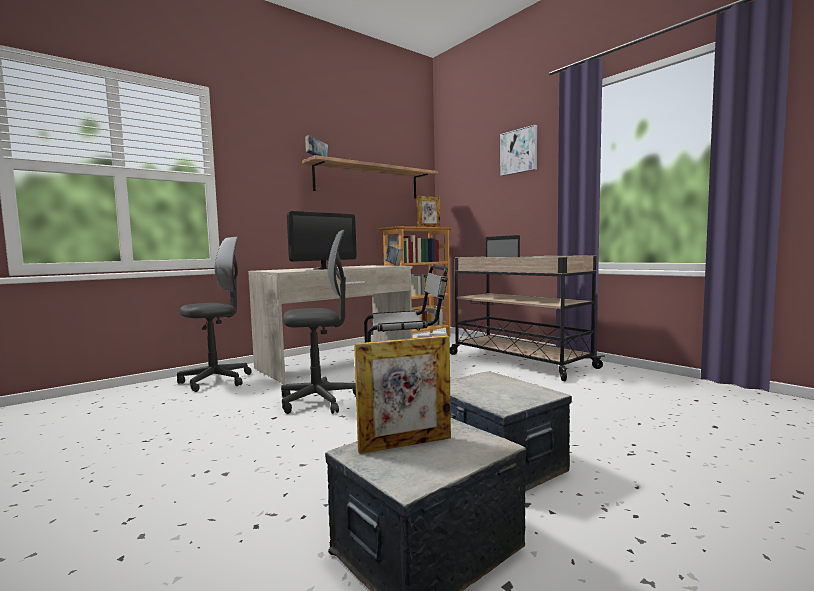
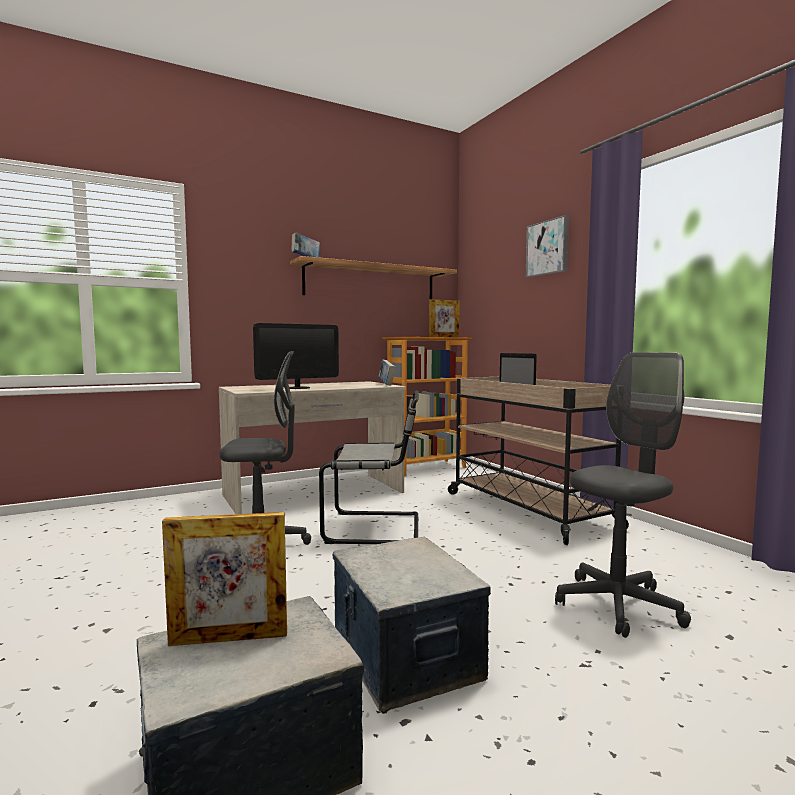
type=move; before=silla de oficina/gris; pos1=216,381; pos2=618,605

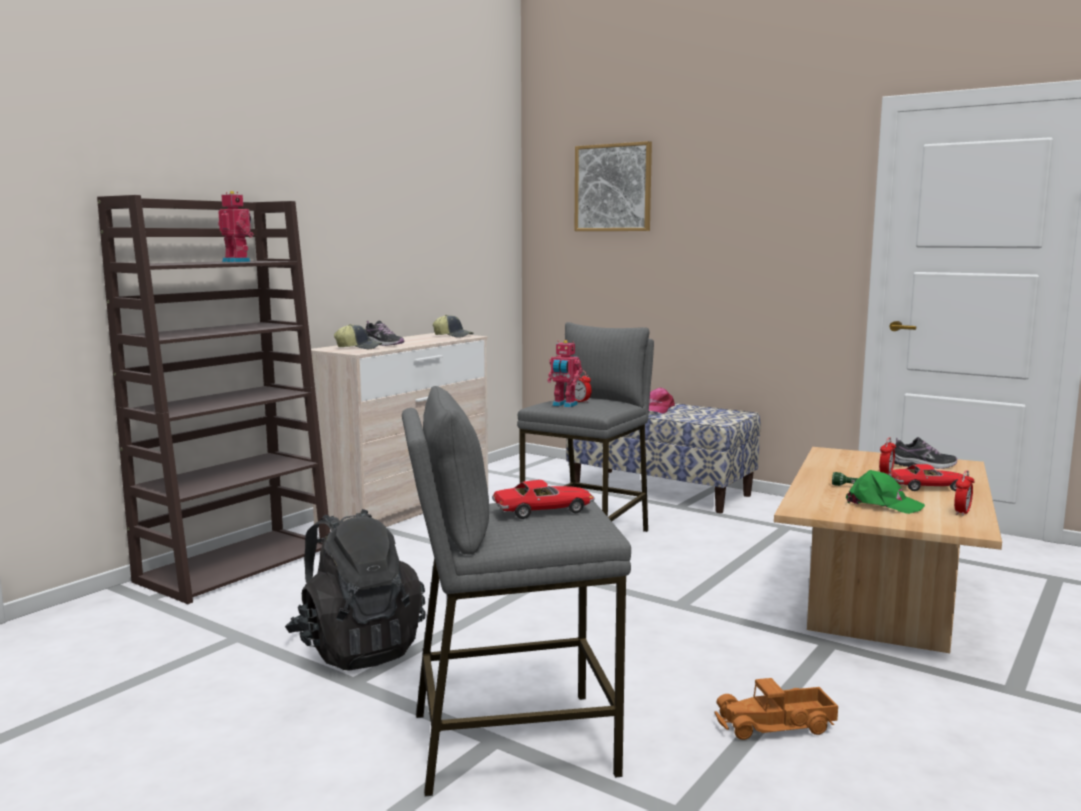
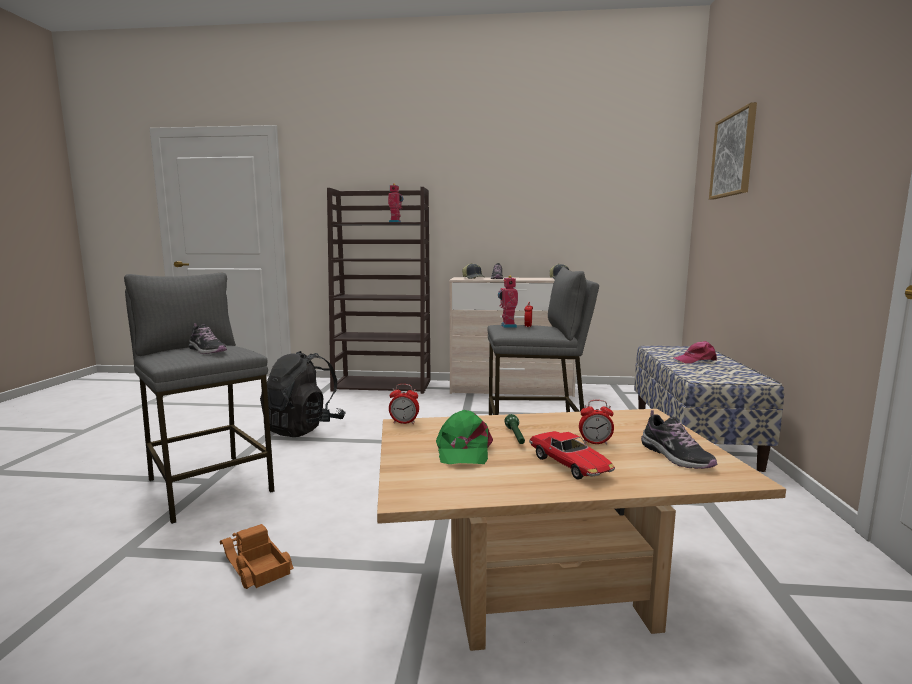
type=move; before=despertador; pos1=962,512; pos2=404,422
type=replace; before=coche de juguete; after=zapato; pos1=544,511; pos2=207,351

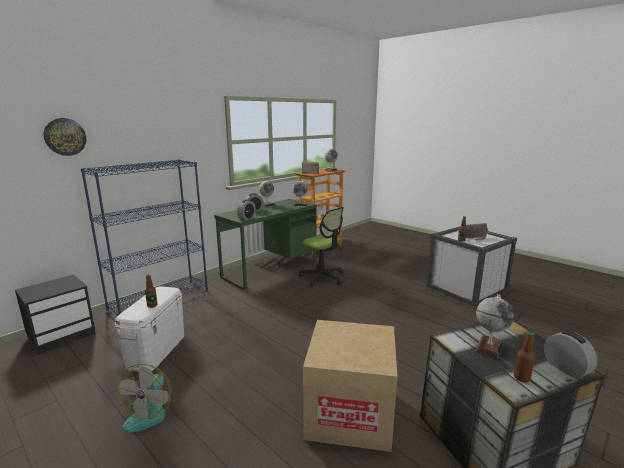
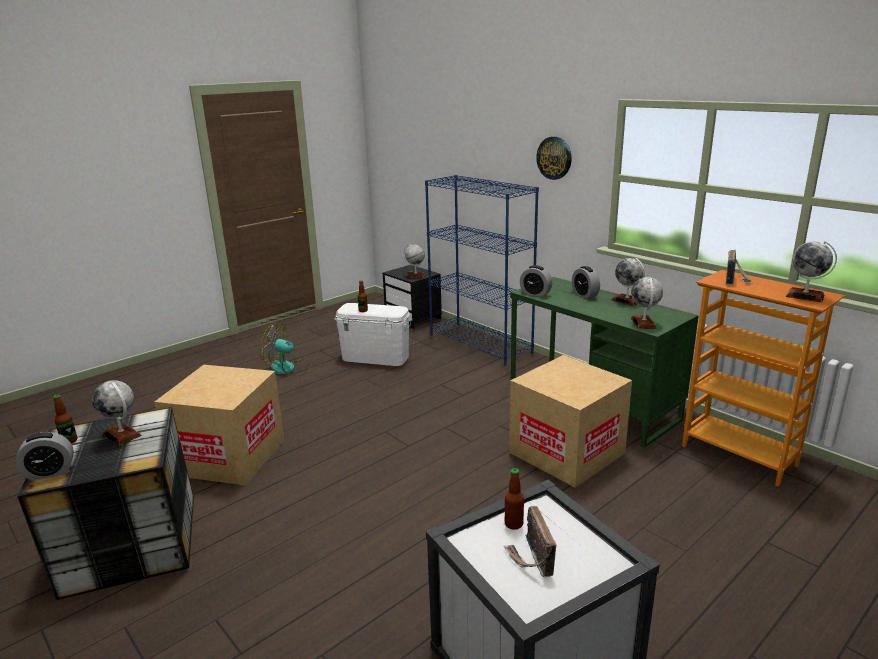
type=move; before=reloj de pared; pos1=65,137; pos2=554,158
type=replace; before=silla de oficina; after=caja de cartón; pos1=322,277; pos2=566,452
type=insert; after=globo terráqueo; pos2=415,275

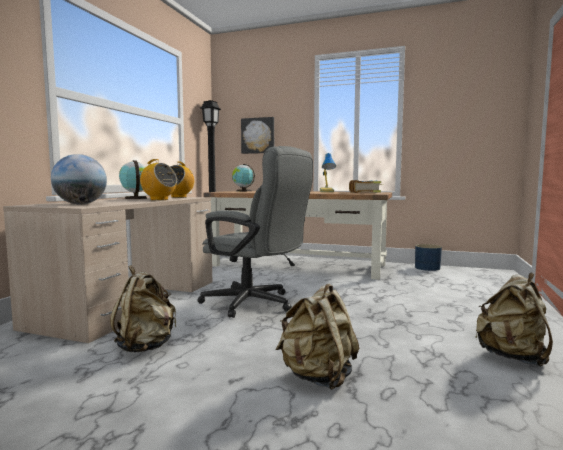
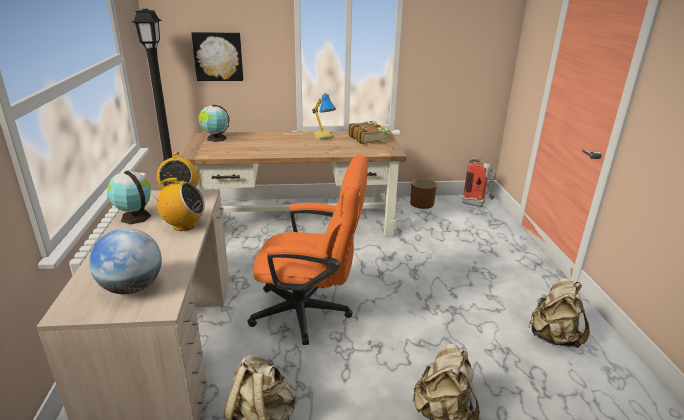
type=recolor; before=silla de oficina/gris; after=silla de oficina/naranja; pos1=255,304; pos2=310,312
type=recolor; before=maceta/azul; after=maceta/marrón; pos1=427,268; pos2=422,203
type=insert; after=extintor; pos2=477,204

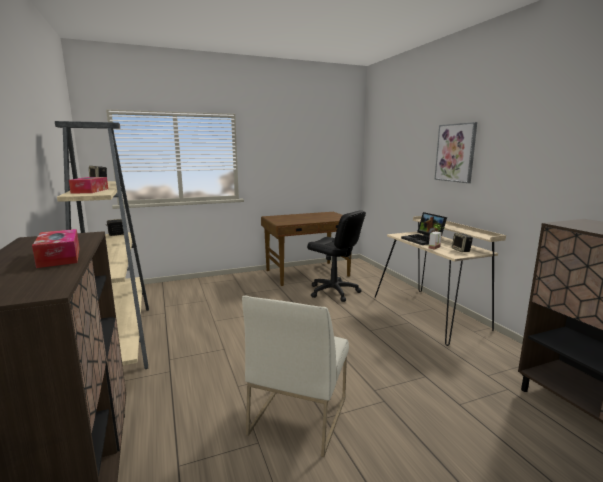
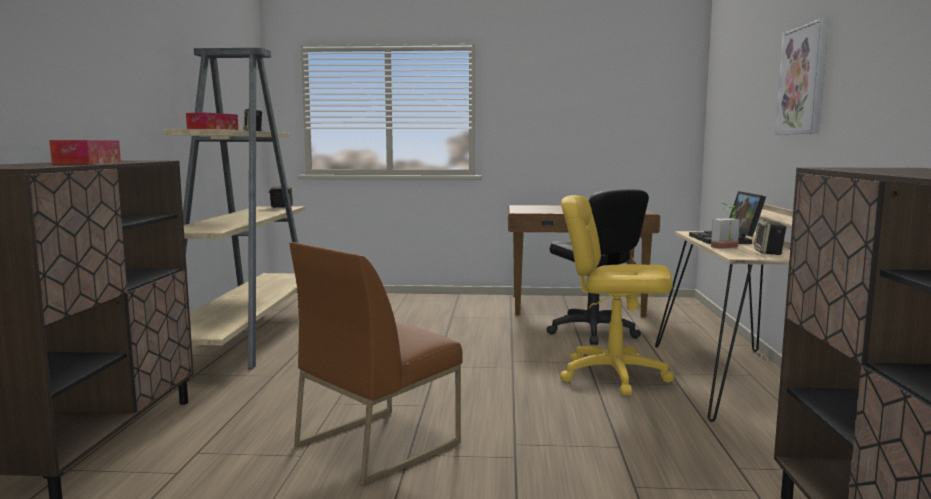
type=recolor; before=silla/blanco; after=silla/marrón; pos1=298,414; pos2=378,443
type=insert; after=silla de oficina/amarillo; pos2=613,375

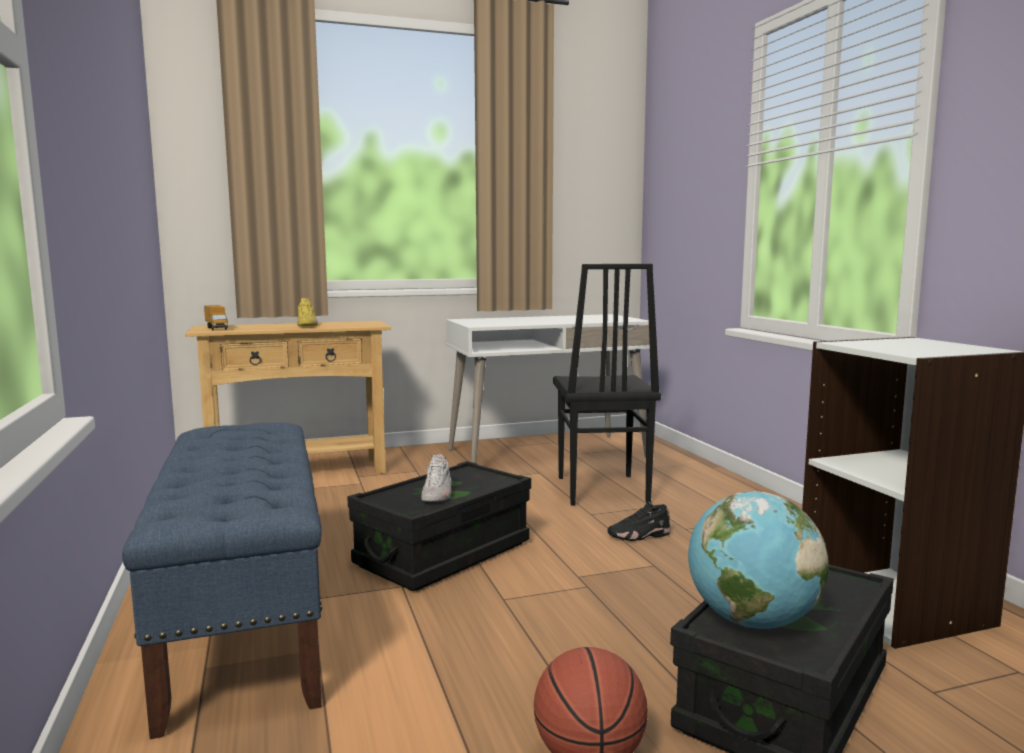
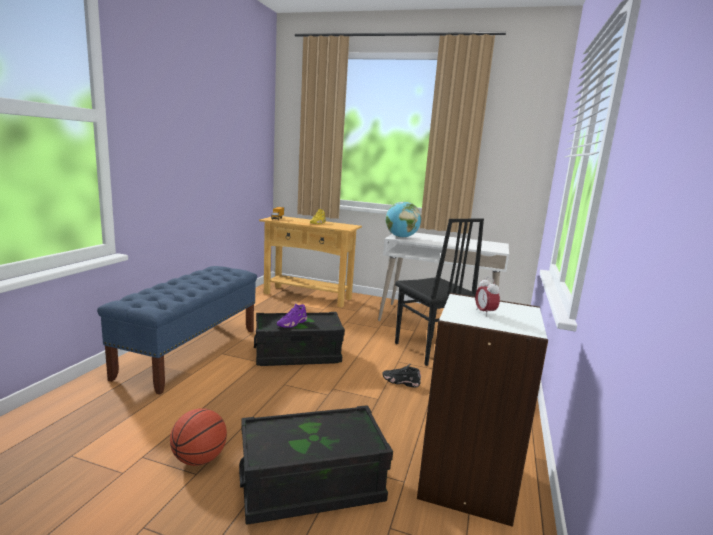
type=rotate; before=silla/negro; pos1=600,490; pos2=428,350; turn=-60
type=recolor; before=zapato/blanco; after=zapato/morado; pos1=437,494; pos2=292,323
type=move; before=globo terráqueo; pos1=751,622; pos2=401,237
type=insert; after=despertador; pos2=485,313

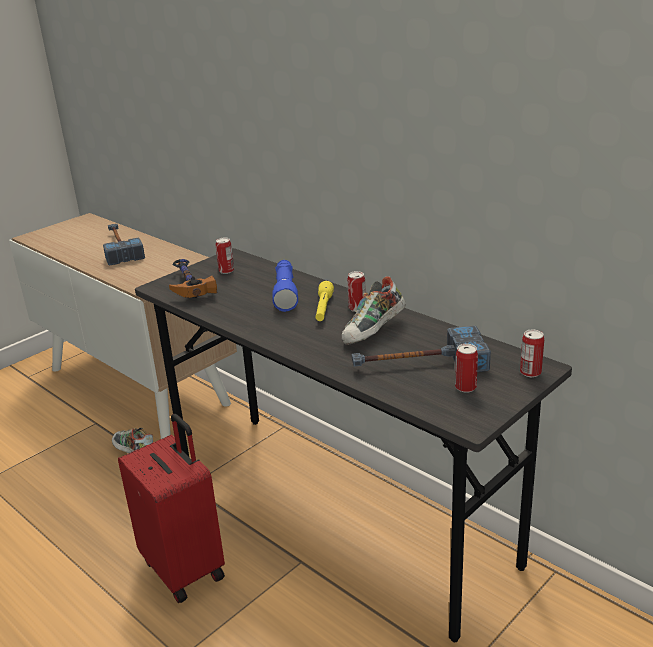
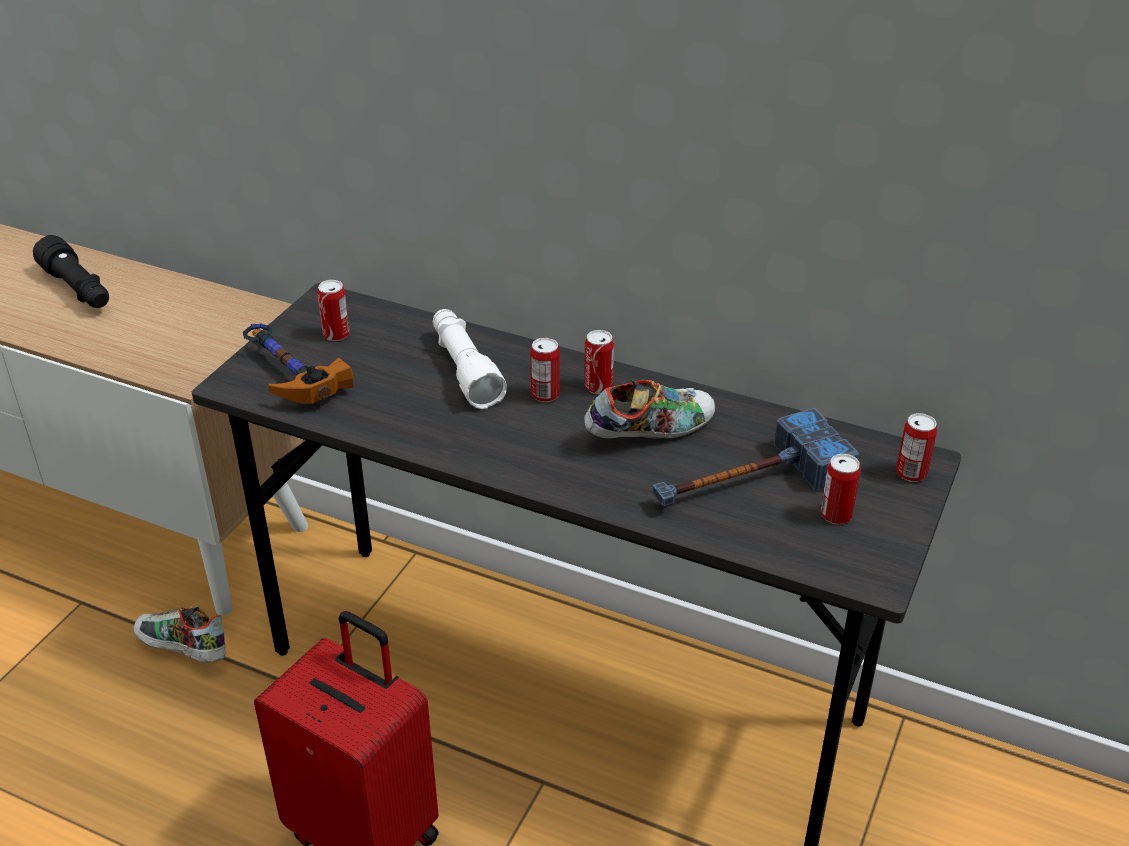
type=replace; before=martillo; after=linterna/negro; pos1=120,247; pos2=78,290
type=recolor; before=linterna/azul; after=linterna/blanco; pos1=285,292; pos2=464,369
type=rotate; before=zapato; pos1=374,333; pos2=650,432; turn=-135
type=replace; before=linterna/amarillo; after=lata; pos1=323,309; pos2=545,395

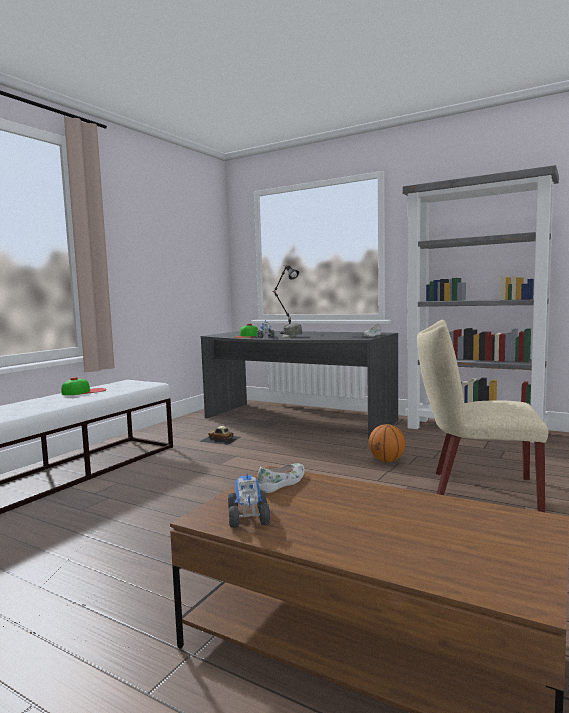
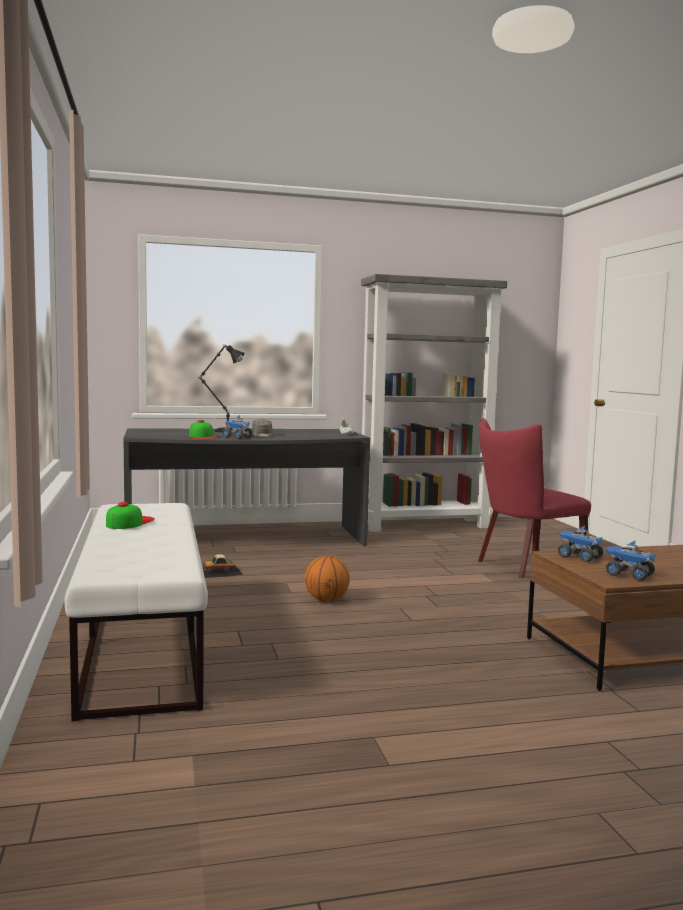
type=recolor; before=silla/beis; after=silla/rojo; pos1=476,489; pos2=524,566
type=move; before=balón de baloncesto; pos1=387,460; pos2=327,600
type=replace; before=zapato/blanco; after=camión de juguete; pos1=282,483; pos2=579,557

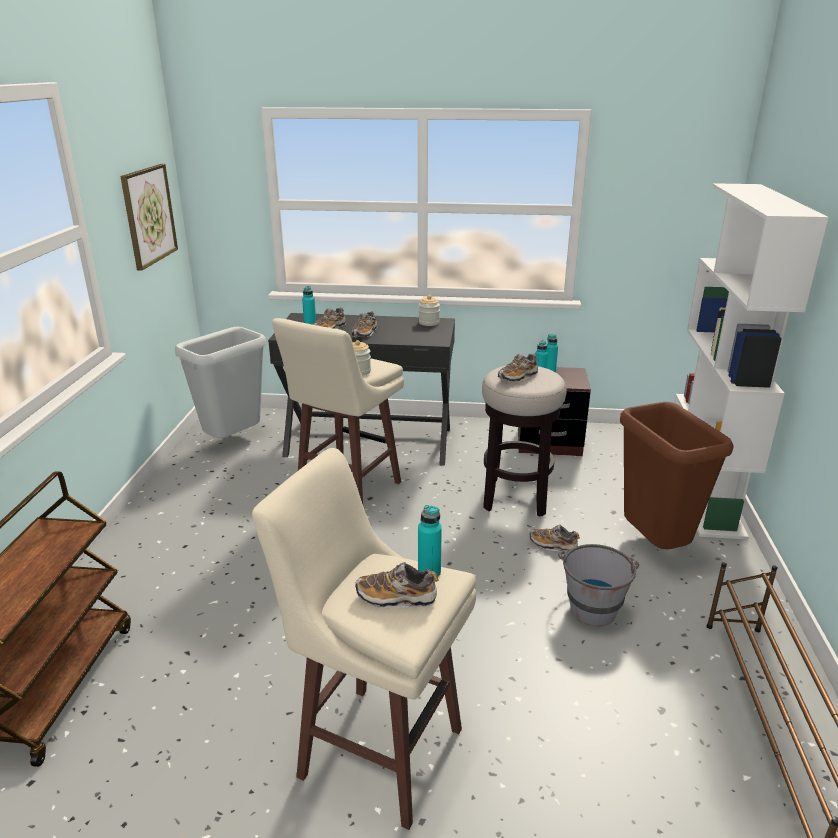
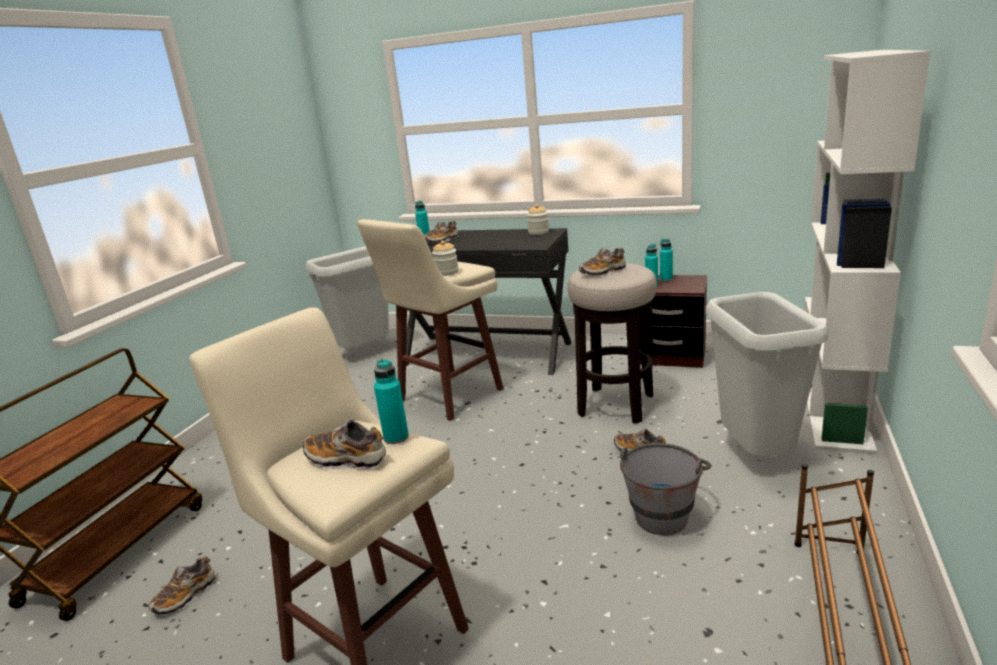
type=delete; before=cuadro; pos1=149,215
type=move; before=zapato; pos1=364,333; pos2=186,596
type=recolor; before=papelera/marrón; after=papelera/gris; pos1=655,546; pos2=757,457

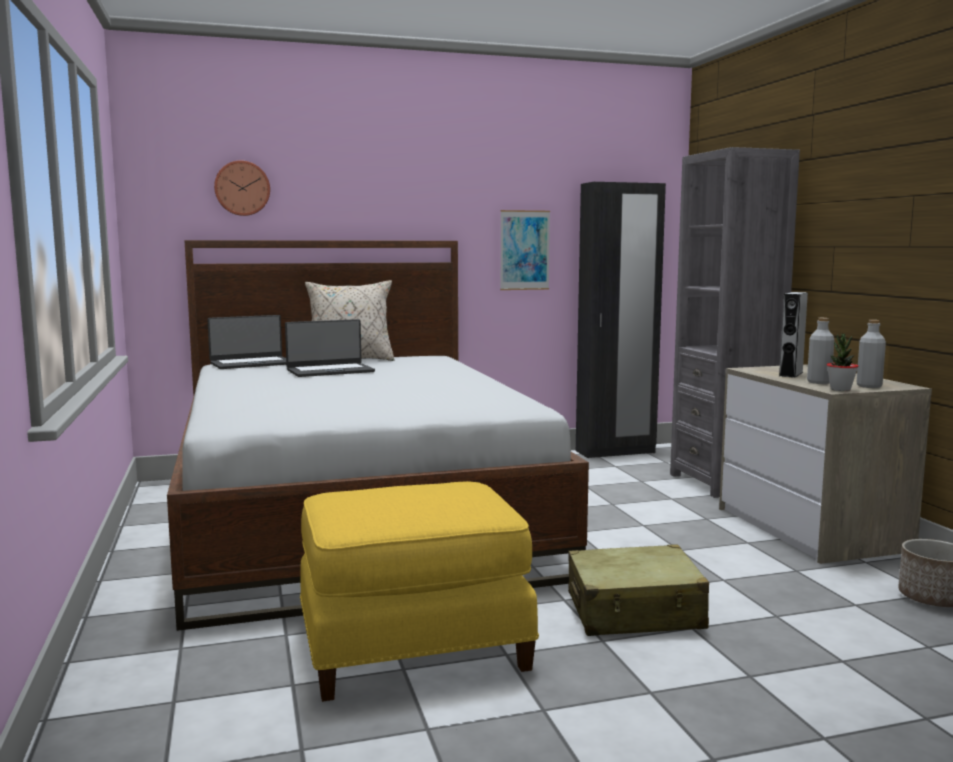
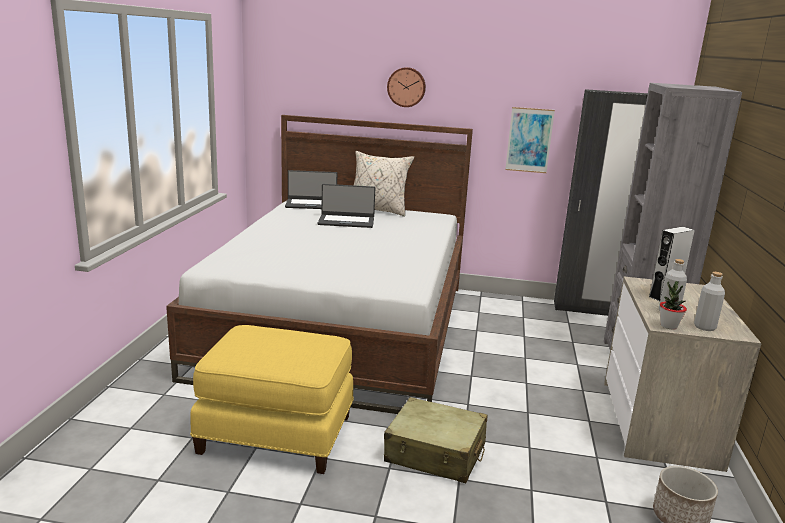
type=move; before=reloj de pared; pos1=242,188; pos2=406,87

